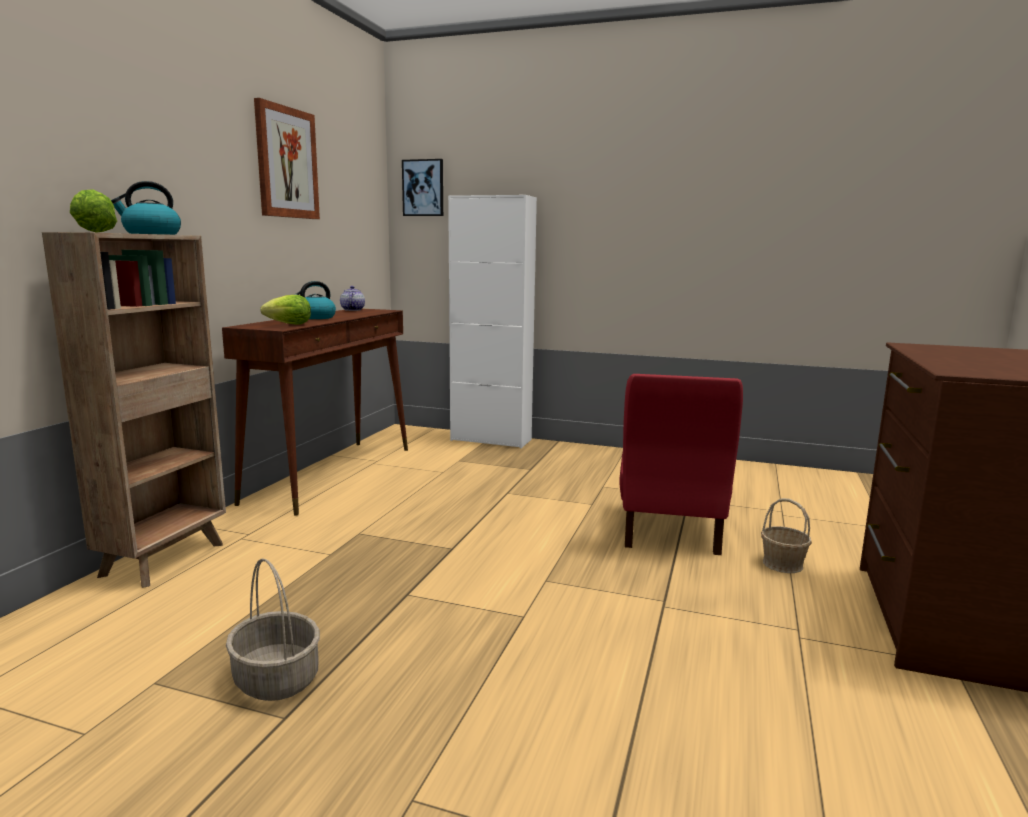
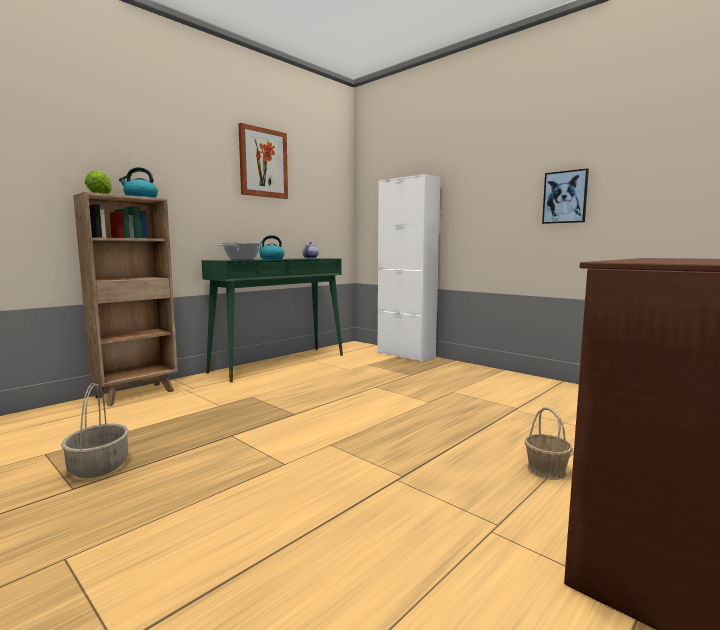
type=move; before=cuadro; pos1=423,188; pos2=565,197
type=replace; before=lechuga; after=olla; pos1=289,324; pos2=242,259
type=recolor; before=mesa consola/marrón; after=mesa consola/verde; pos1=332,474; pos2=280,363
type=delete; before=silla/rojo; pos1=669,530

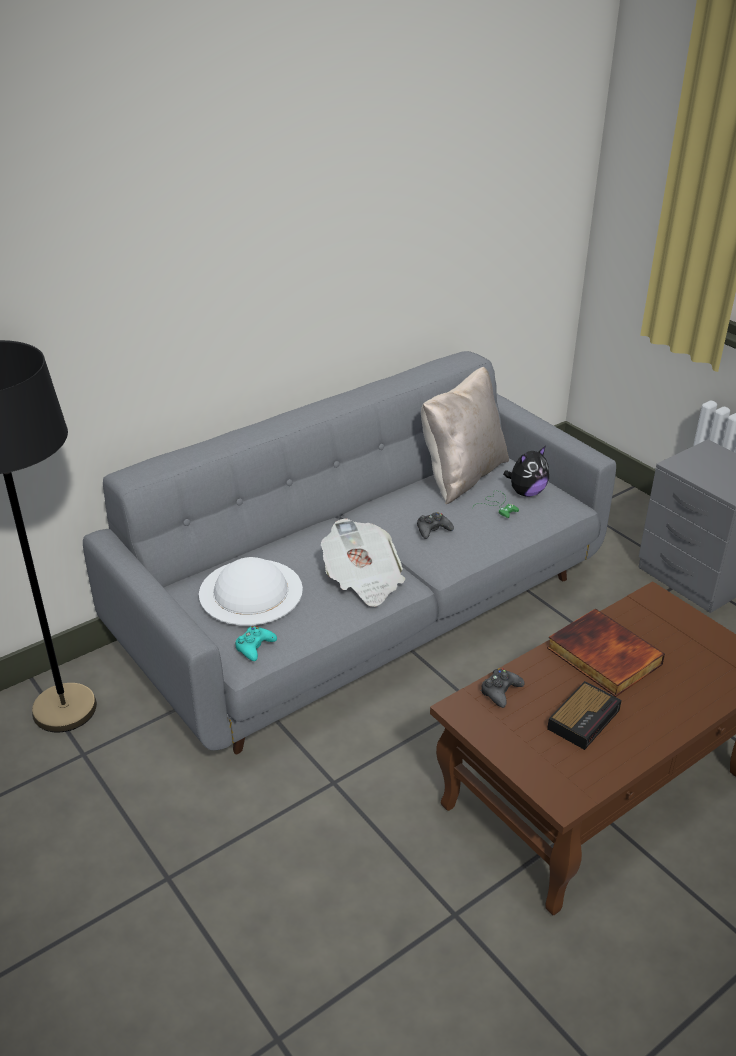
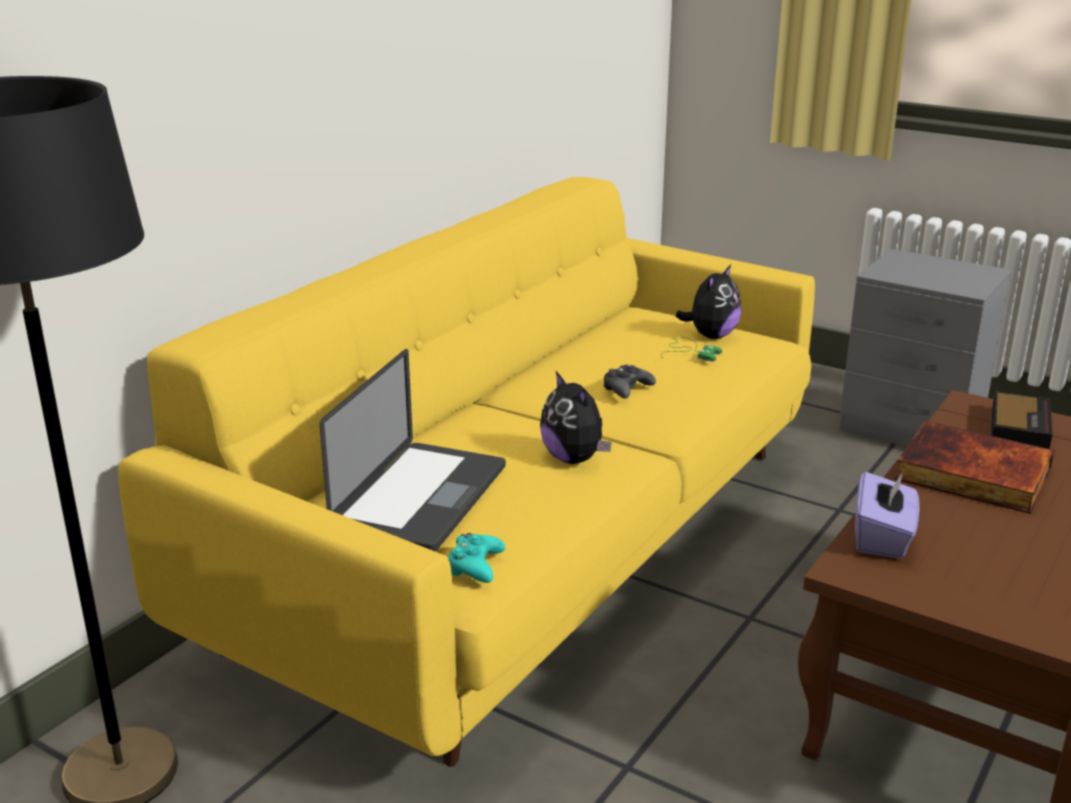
type=recolor; before=sofá/gris; after=sofá/amarillo; pos1=367,613; pos2=534,542
type=delete; before=cojín/beis; pos1=462,476
type=replace; before=periódico; after=peluche; pos1=363,580; pos2=574,459
type=replace; before=sombrero/blanco; after=portátil; pos1=250,591; pos2=421,498
type=replace; before=mando de consola/negro; after=caja de pañuelos/morado; pos1=500,691; pos2=882,538
type=move; before=despertador; pos1=584,718; pos2=1019,427

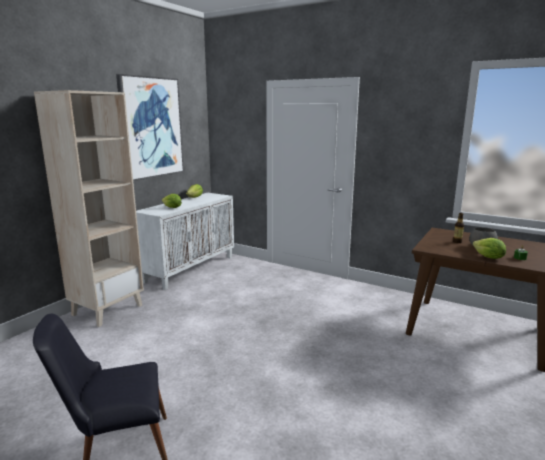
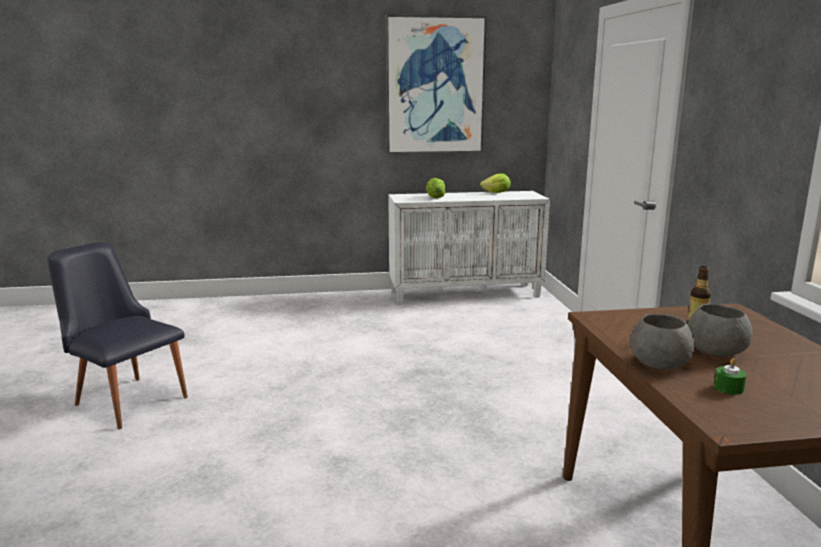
type=delete; before=estantería/beis; pos1=107,310
type=replace; before=lechuga; after=cuenco/gris; pos1=488,257; pos2=659,363

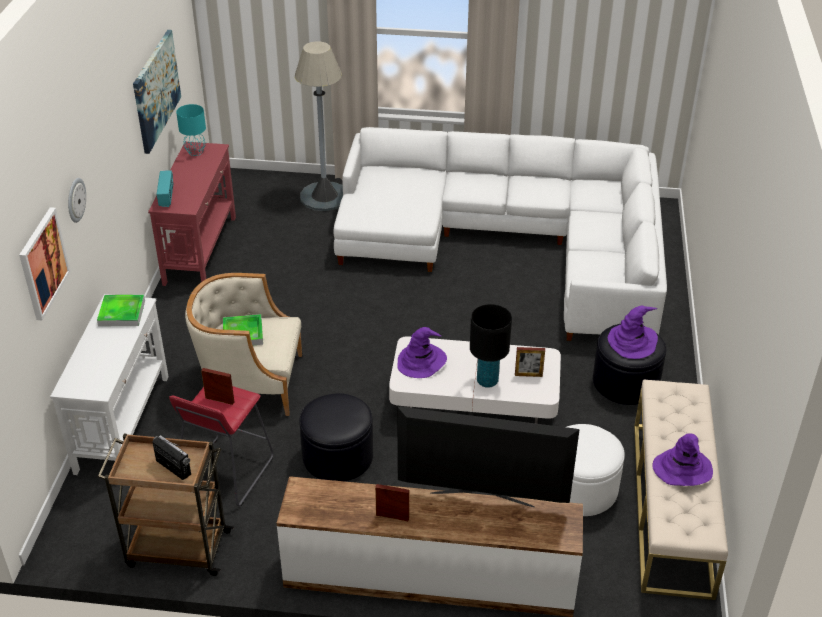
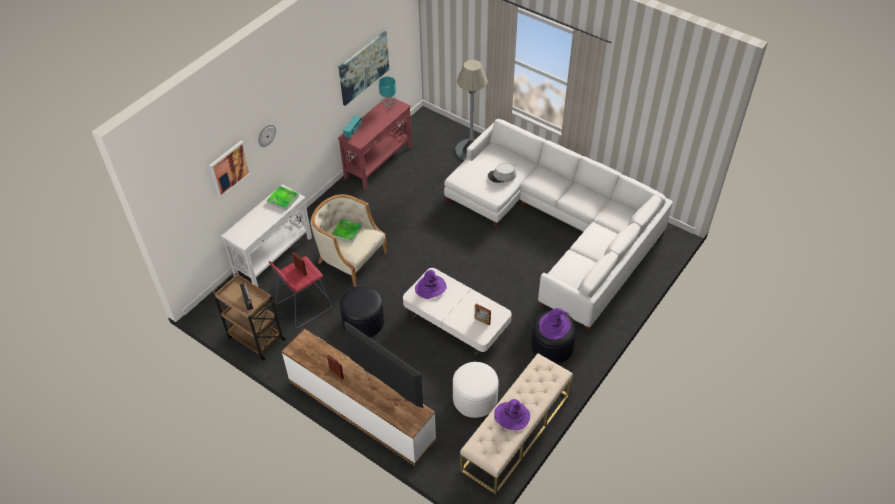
type=delete; before=lámpara de mesa/negro; pos1=487,381
type=insert; after=sombrero/gris; pos2=502,176

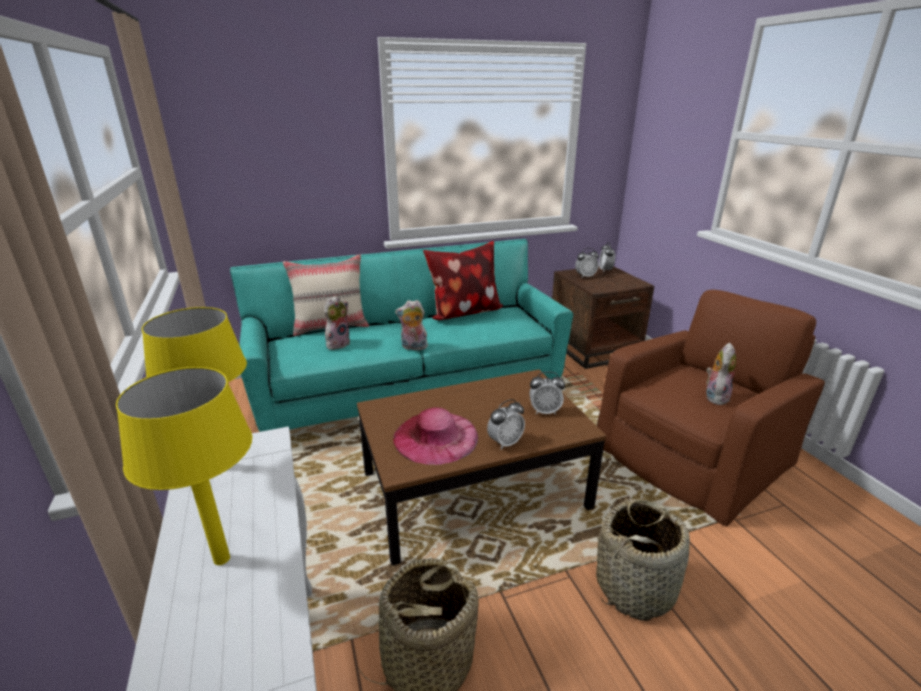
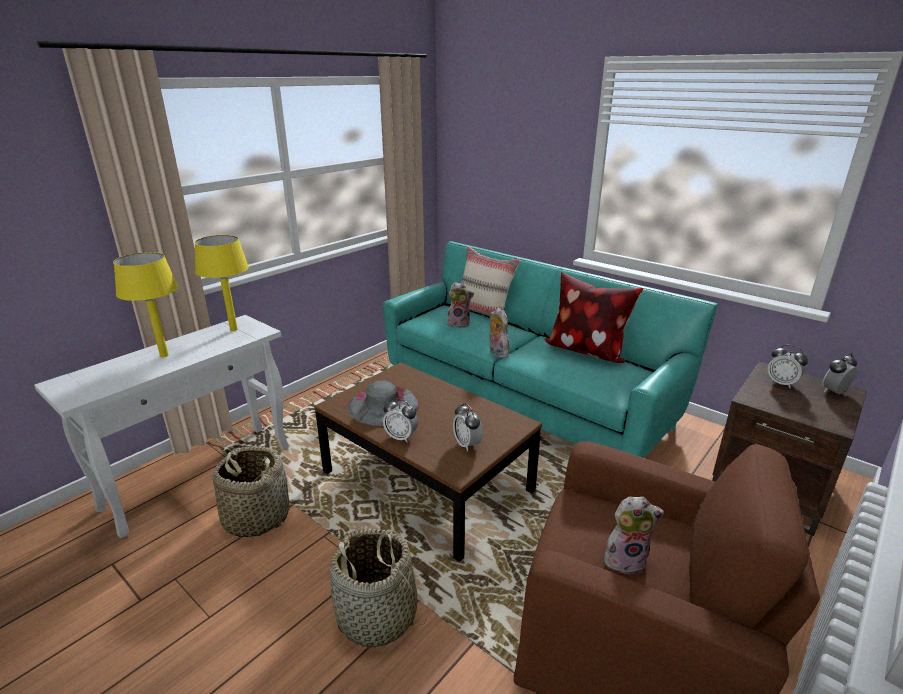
type=recolor; before=sombrero/rosa; after=sombrero/gris; pos1=435,437; pos2=383,405

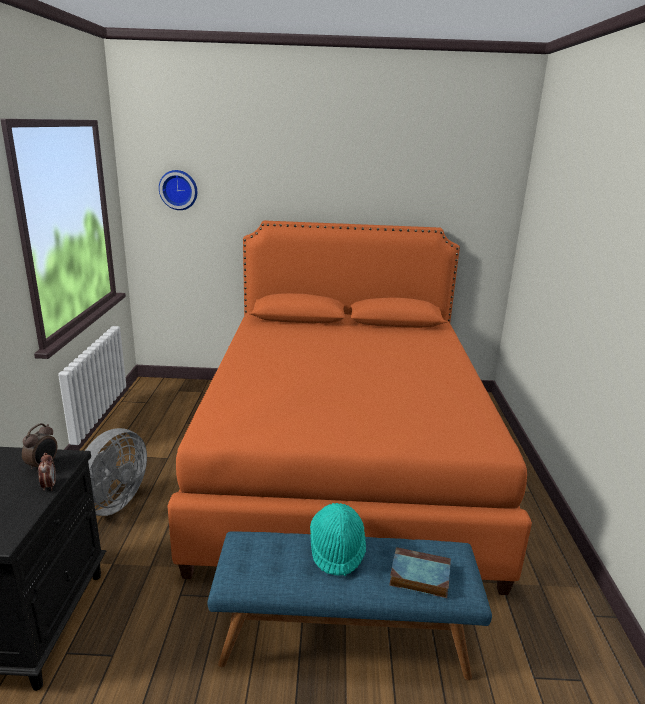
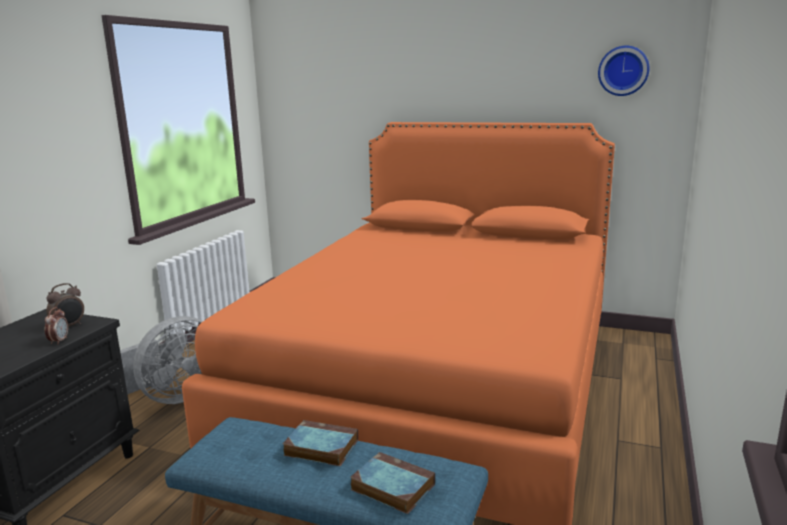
type=move; before=reloj de pared; pos1=179,190; pos2=623,71
type=replace; before=sombrero/turquesa; after=libro; pos1=337,550; pos2=319,447

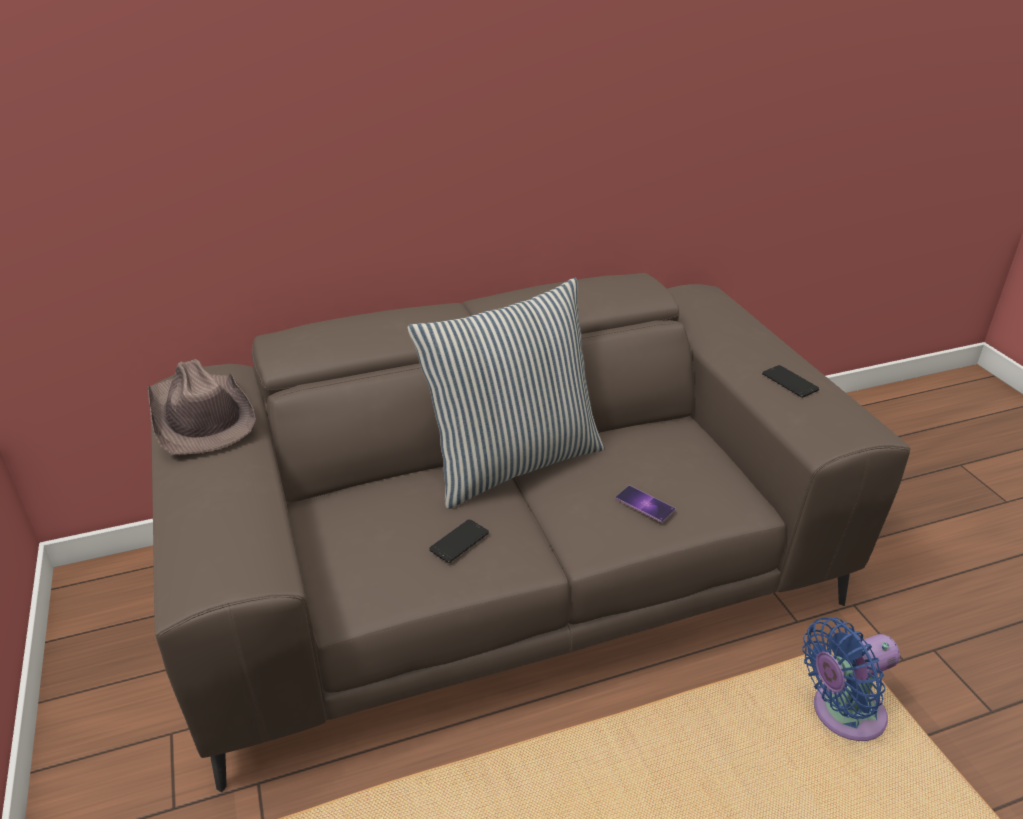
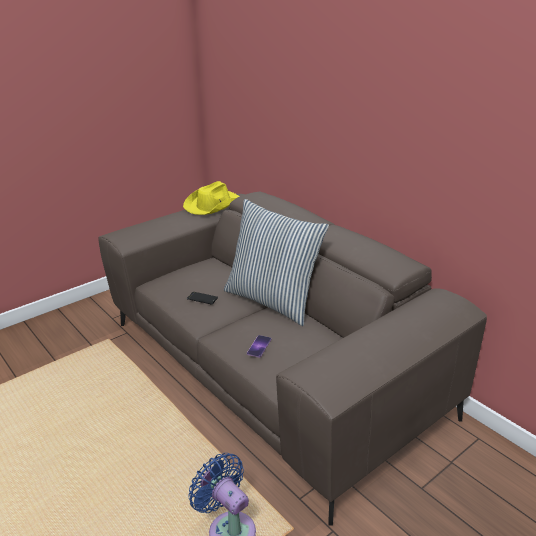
type=recolor; before=sombrero/marrón; after=sombrero/amarillo; pos1=200,416; pos2=212,205
type=delete; before=móvil; pos1=789,382

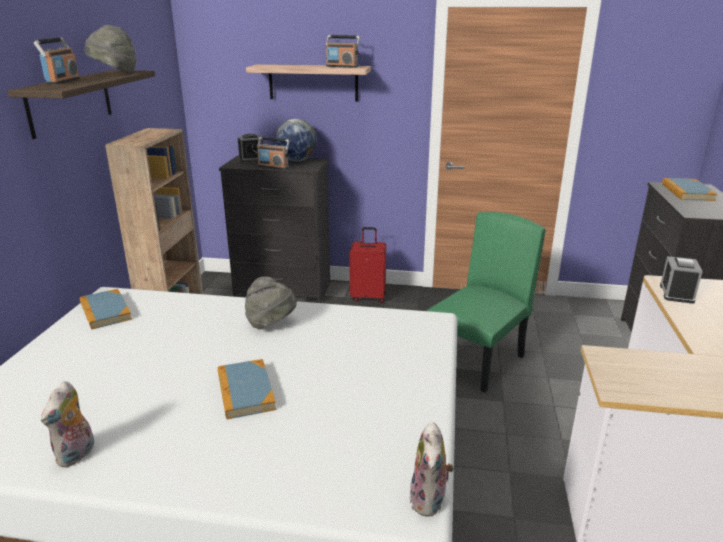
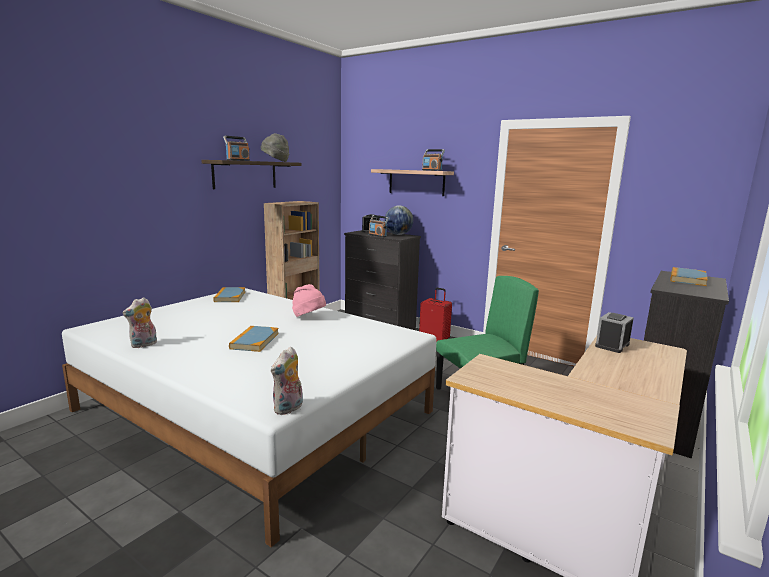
type=recolor; before=sombrero/gris; after=sombrero/rosa; pos1=271,323; pos2=309,317

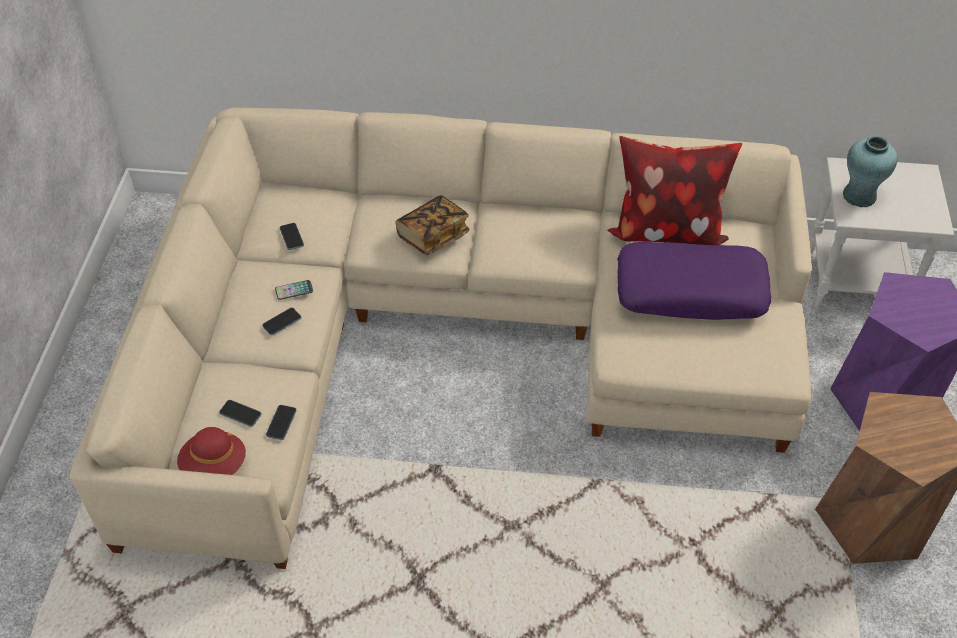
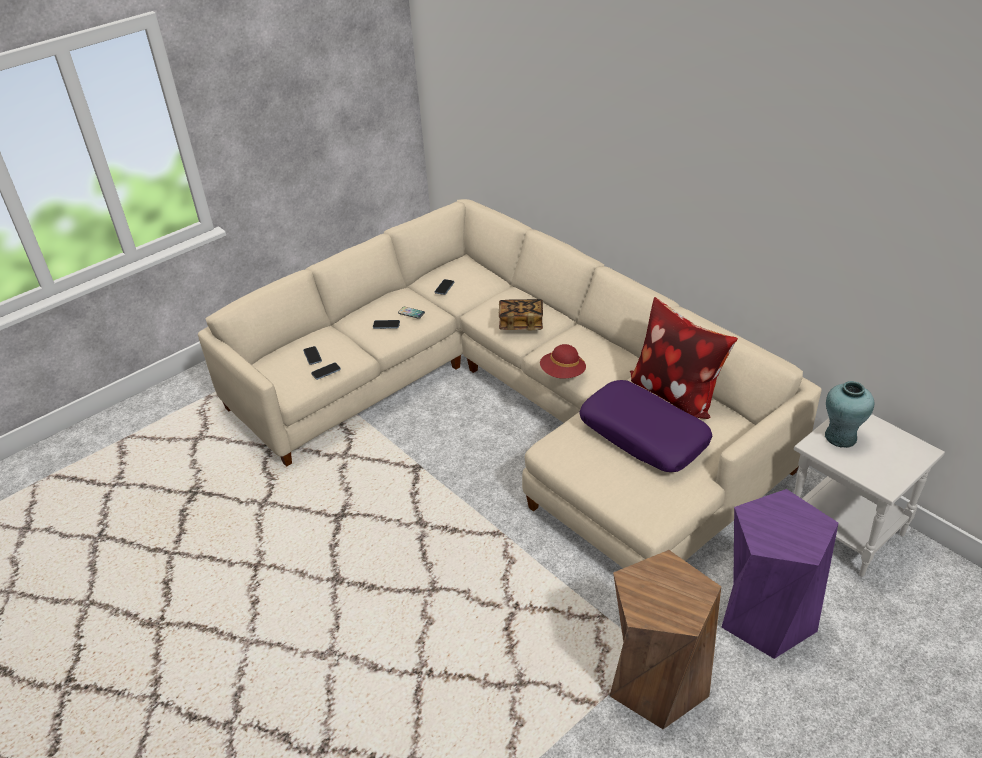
type=move; before=sombrero/rojo; pos1=214,465; pos2=562,373

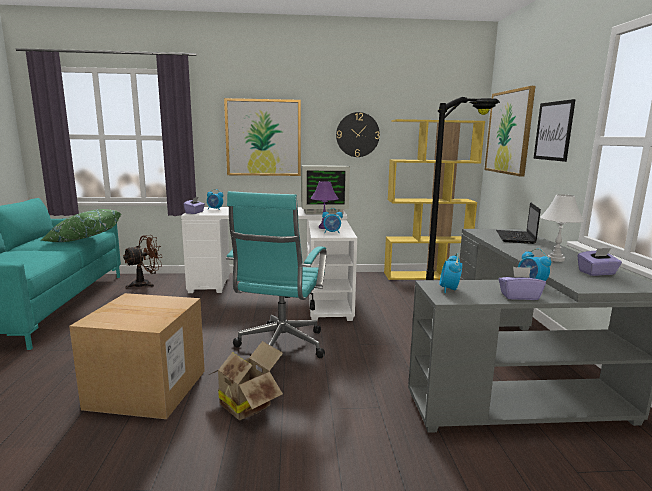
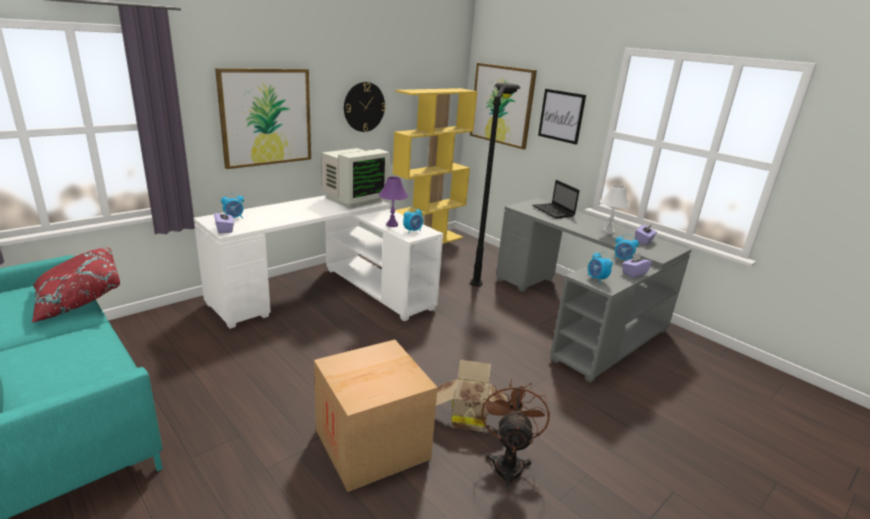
type=delete; before=silla de oficina/turquesa; pos1=280,347
type=recolor; before=cojín/verde; after=cojín/rojo; pos1=84,239; pos2=79,300
type=move; before=ventilador/marrón; pos1=145,284; pos2=508,463

